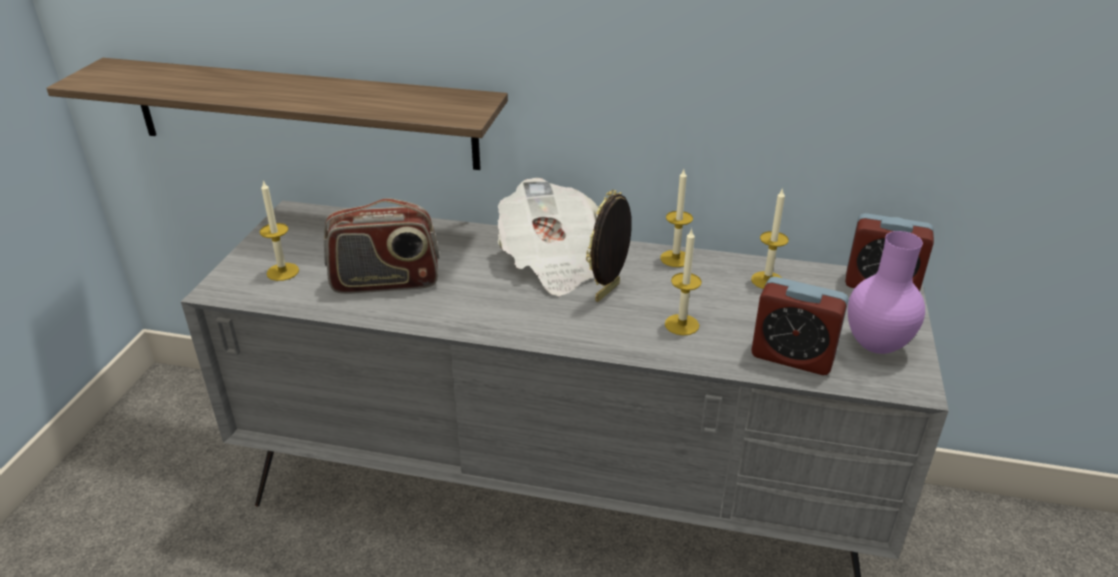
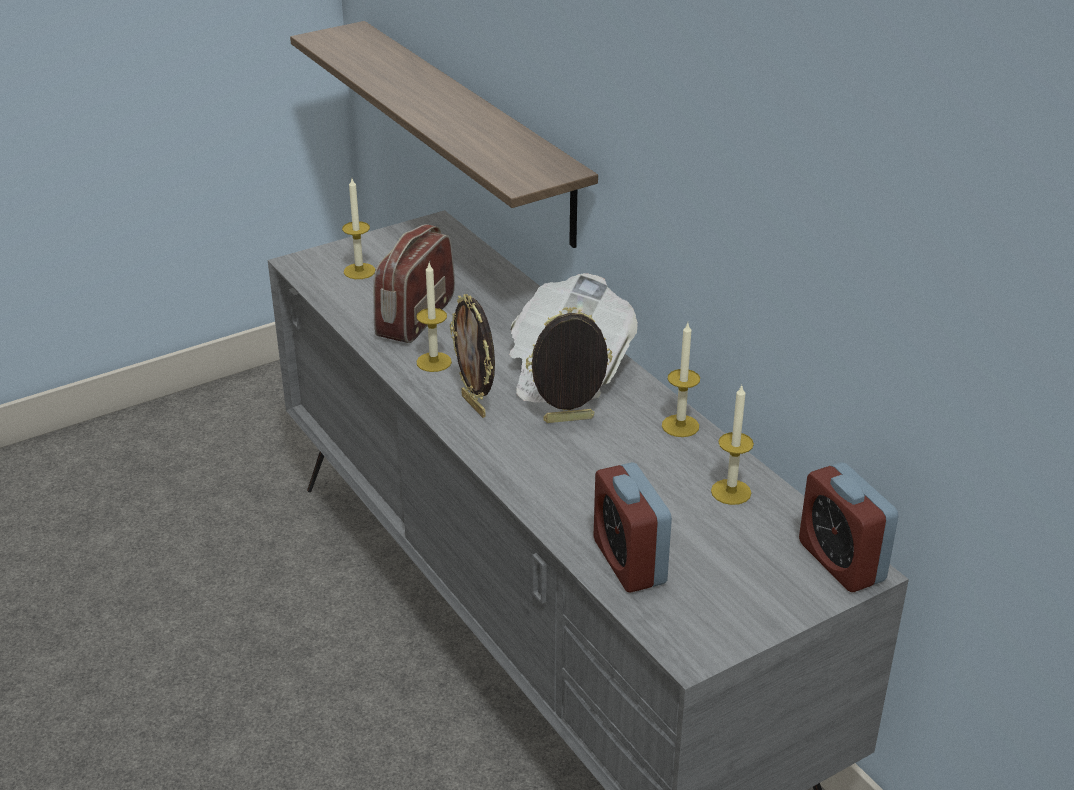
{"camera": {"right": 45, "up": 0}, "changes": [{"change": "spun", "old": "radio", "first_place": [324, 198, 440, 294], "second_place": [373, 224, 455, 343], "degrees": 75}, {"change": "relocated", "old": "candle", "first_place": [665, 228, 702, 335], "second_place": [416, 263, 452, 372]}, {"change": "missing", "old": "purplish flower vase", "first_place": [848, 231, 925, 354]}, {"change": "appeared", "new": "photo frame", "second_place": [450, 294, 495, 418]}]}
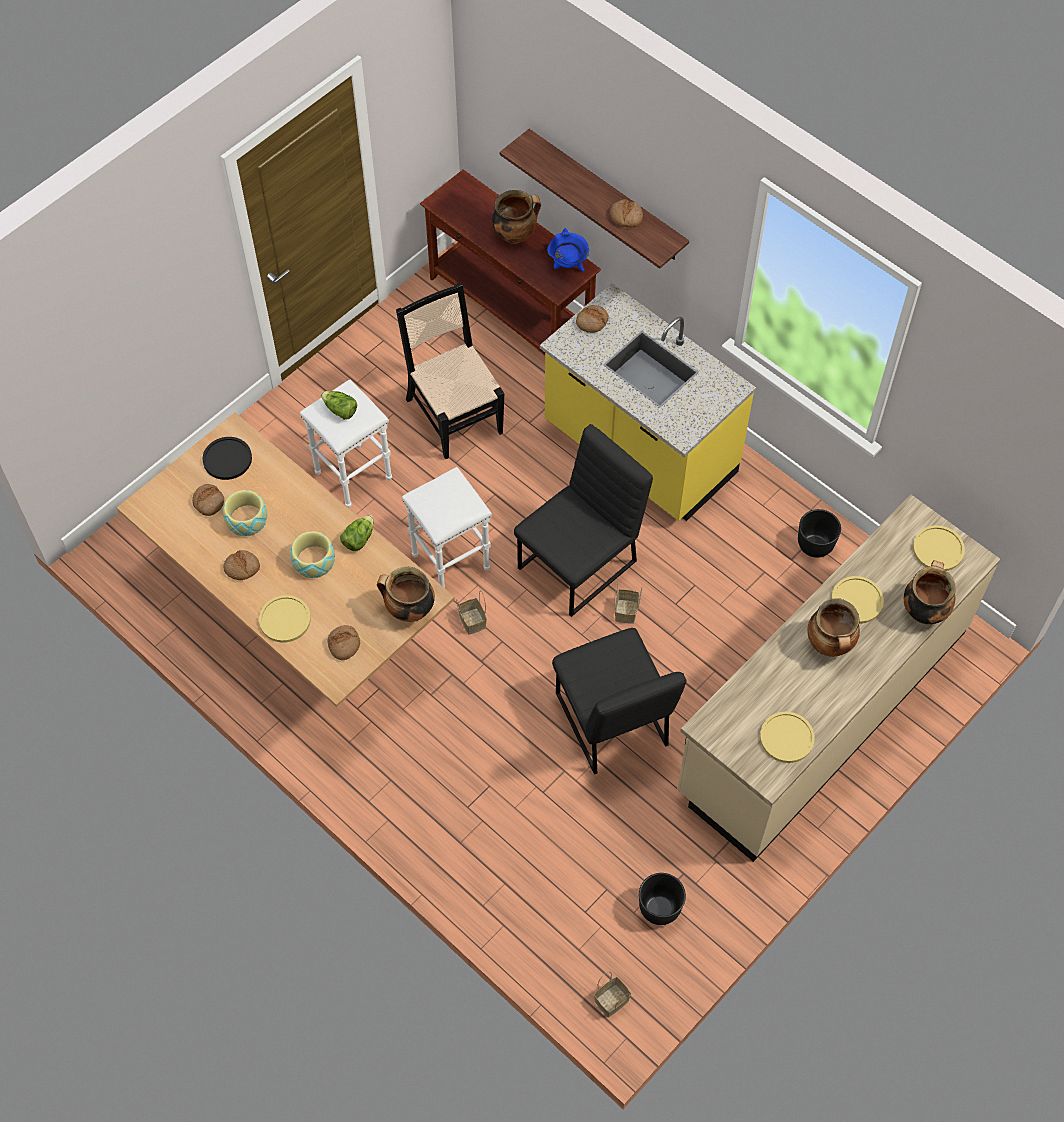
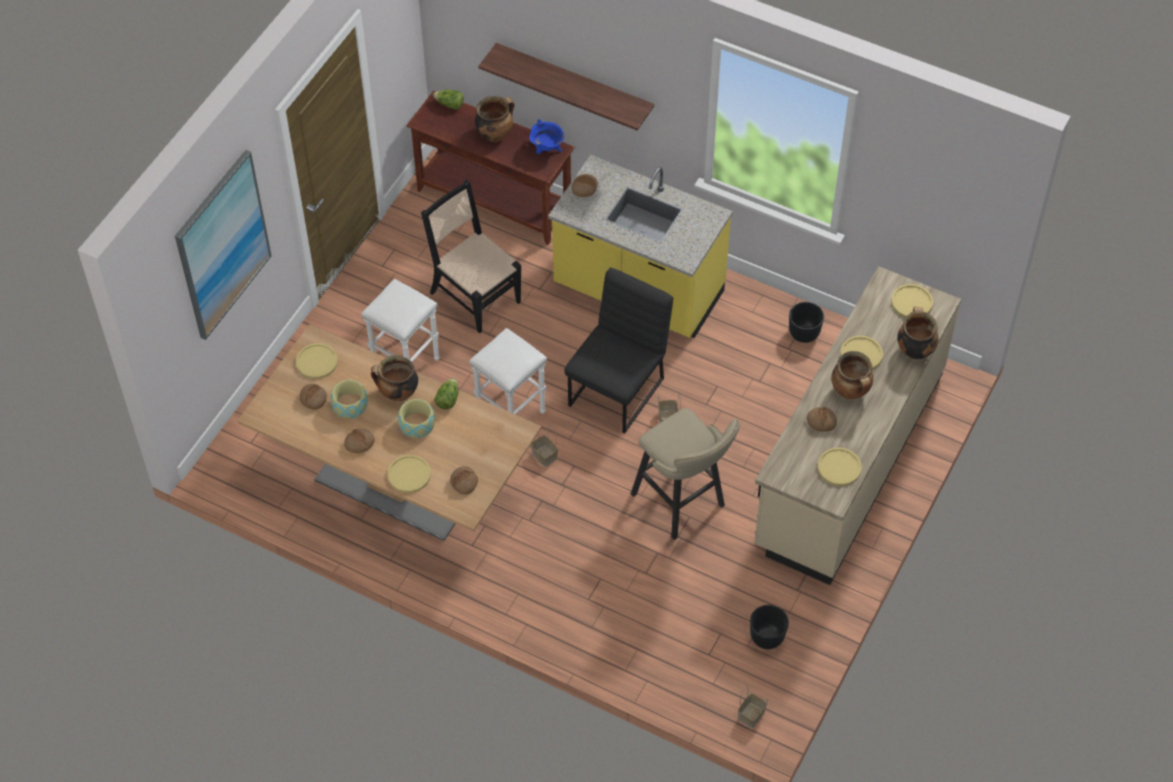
{"camera": {"right": -15, "up": -5}, "changes": [{"change": "colour", "old": "blackish flat dish", "new": "yellow flat dish", "first_place": [203, 437, 252, 480], "second_place": [296, 343, 338, 379]}, {"change": "relocated", "old": "lettuce", "first_place": [321, 391, 357, 420], "second_place": [433, 90, 464, 110]}, {"change": "relocated", "old": "cooking pot", "first_place": [377, 567, 435, 622], "second_place": [371, 355, 418, 401]}, {"change": "exchanged", "old": "blackish upright chair", "new": "sand-coloured stool seat", "first_place": [552, 628, 687, 775], "second_place": [631, 408, 740, 540]}, {"change": "relocated", "old": "baked bread", "first_place": [610, 199, 643, 227], "second_place": [807, 407, 837, 432]}, {"change": "appeared", "new": "wall picture", "second_place": [175, 150, 272, 340]}]}
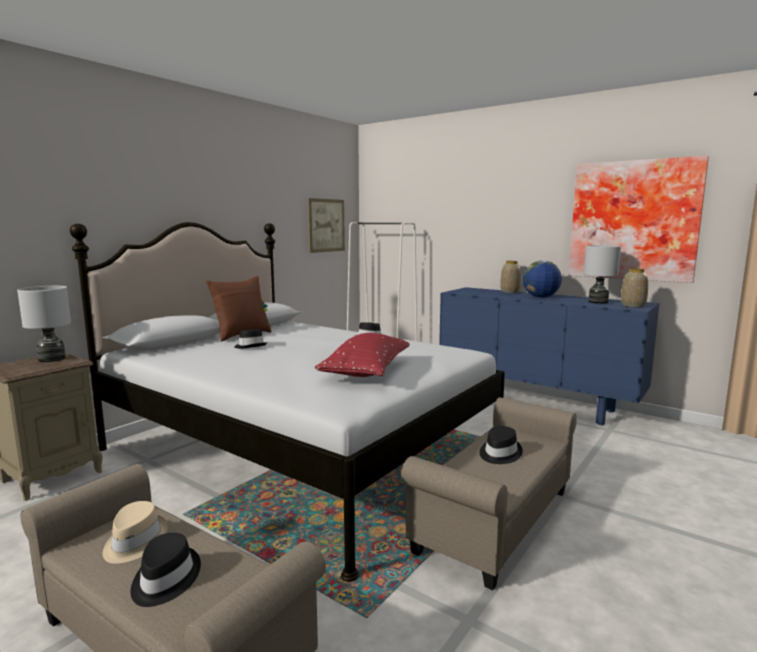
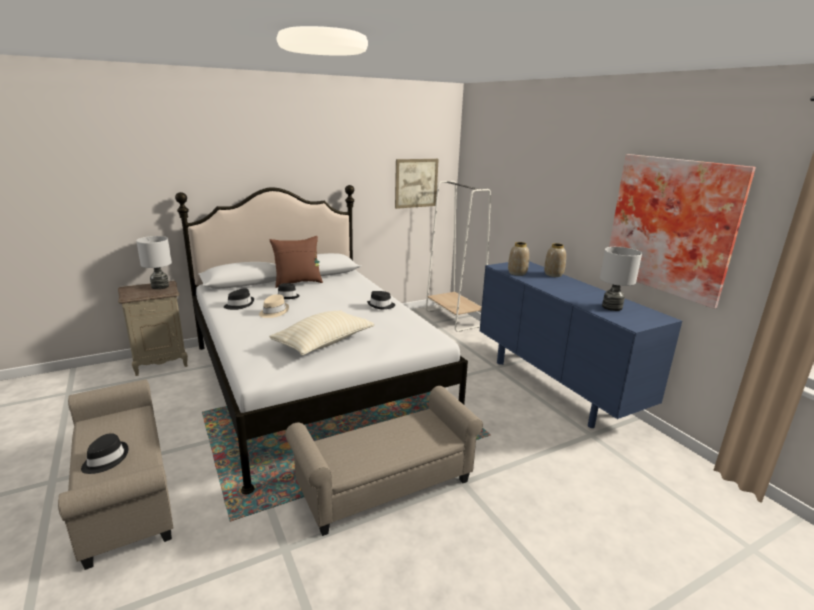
{"camera": {"right": 25, "up": 10}, "changes": [{"change": "relocated", "old": "sand-coloured hat", "first_place": [103, 501, 168, 564], "second_place": [259, 294, 289, 318]}, {"change": "colour", "old": "red-coloured cushion", "new": "sand-coloured cushion", "first_place": [315, 333, 410, 377], "second_place": [269, 310, 374, 356]}, {"change": "relocated", "old": "blackish hat", "first_place": [479, 426, 523, 464], "second_place": [224, 288, 254, 310]}, {"change": "missing", "old": "world globe", "first_place": [523, 260, 562, 298]}, {"change": "relocated", "old": "flower vase", "first_place": [621, 268, 648, 308], "second_place": [508, 242, 529, 276]}]}
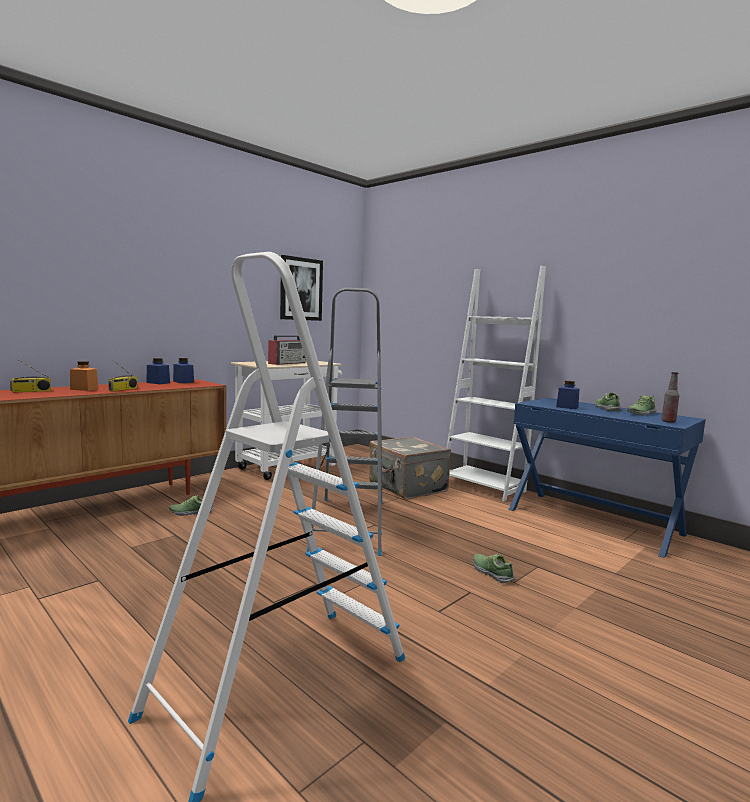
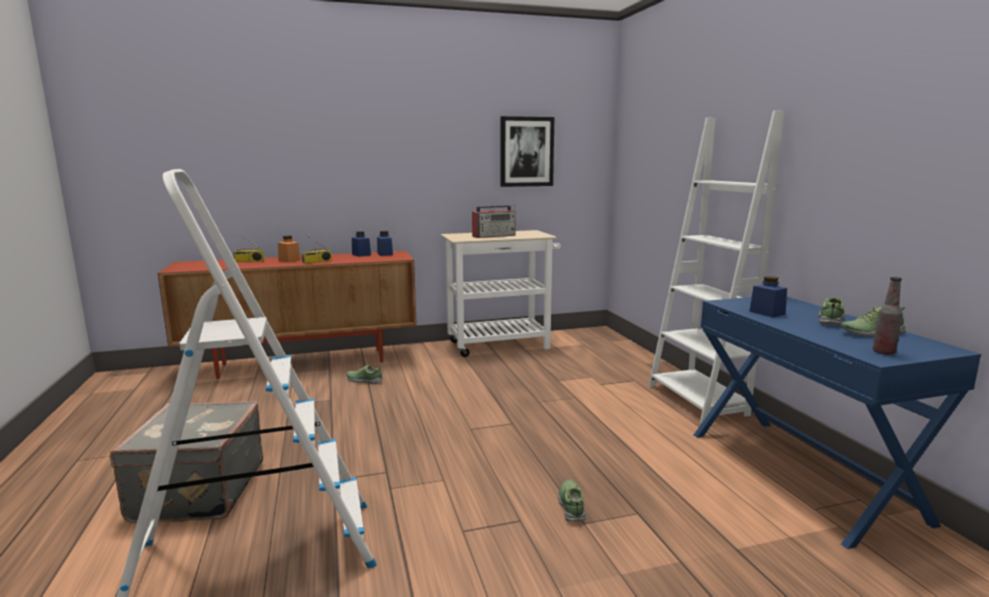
{"camera": {"right": 30, "up": 5}, "changes": [{"change": "missing", "old": "grey stepladder", "first_place": [307, 288, 383, 556]}, {"change": "relocated", "old": "grey suitcase", "first_place": [369, 436, 451, 500], "second_place": [110, 401, 263, 523]}]}
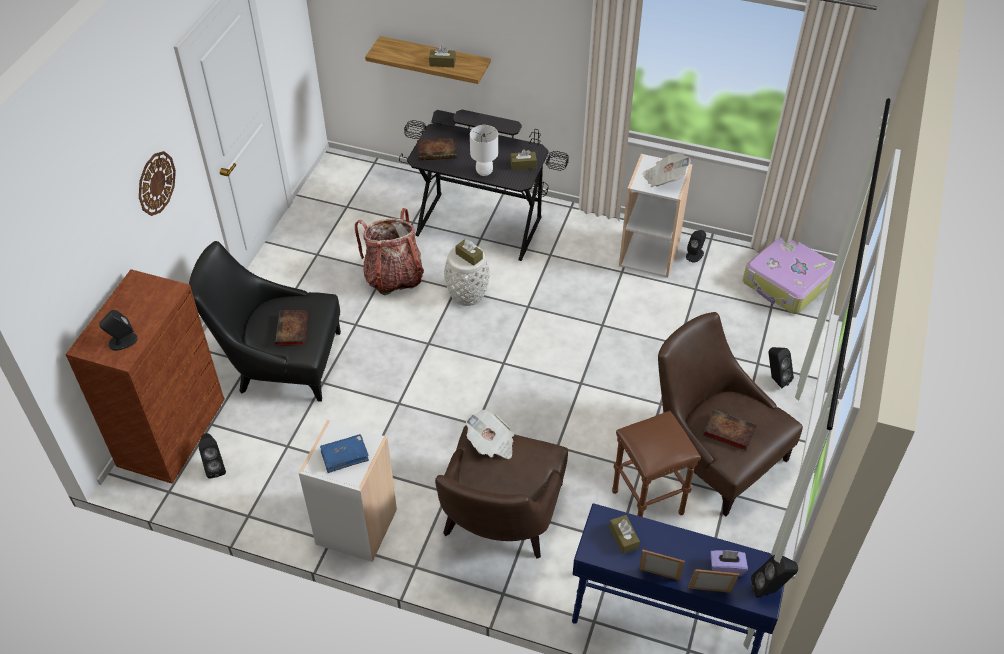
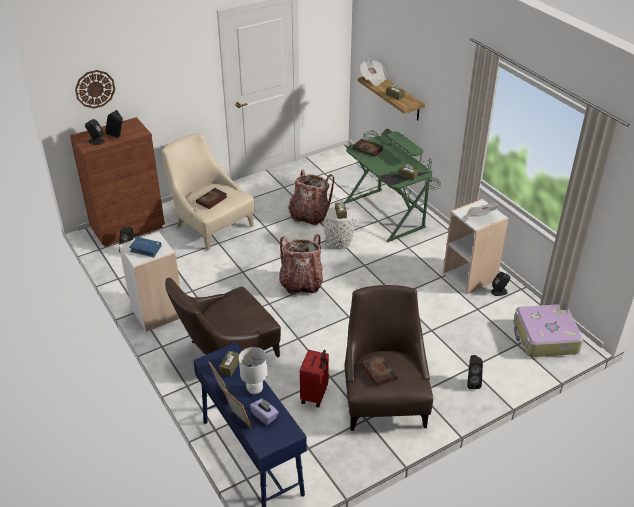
{"camera": {"right": 40, "up": -10}, "changes": [{"change": "relocated", "old": "hanging clock", "first_place": [139, 151, 176, 216], "second_place": [75, 70, 115, 109]}, {"change": "colour", "old": "blackish armchair", "new": "sand-coloured armchair", "first_place": [189, 241, 341, 402], "second_place": [162, 133, 254, 250]}, {"change": "colour", "old": "blackish desk", "new": "green desk", "first_place": [399, 110, 569, 261], "second_place": [344, 129, 441, 242]}, {"change": "relocated", "old": "daily paper", "first_place": [466, 410, 514, 459], "second_place": [360, 59, 387, 86]}, {"change": "relocated", "old": "white tabletop lamp", "first_place": [470, 125, 498, 176], "second_place": [239, 347, 267, 394]}, {"change": "exchanged", "old": "brownish stool seat", "new": "red-coloured suitcase", "first_place": [612, 411, 701, 517], "second_place": [300, 350, 329, 407]}, {"change": "relocated", "old": "blackish speaker", "first_place": [751, 555, 798, 598], "second_place": [105, 110, 123, 138]}, {"change": "appeared", "new": "rucksack", "second_place": [279, 234, 323, 294]}]}
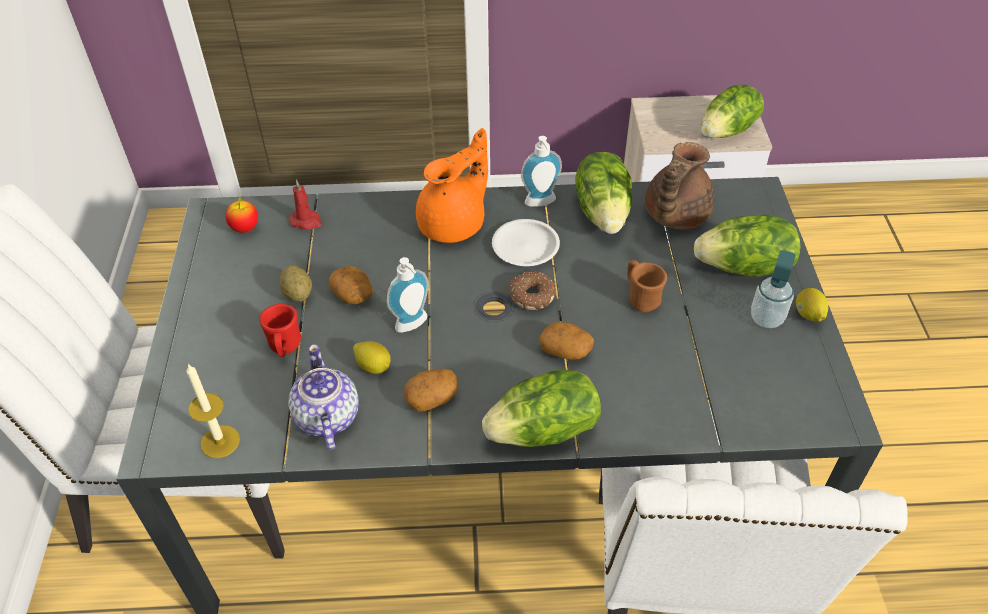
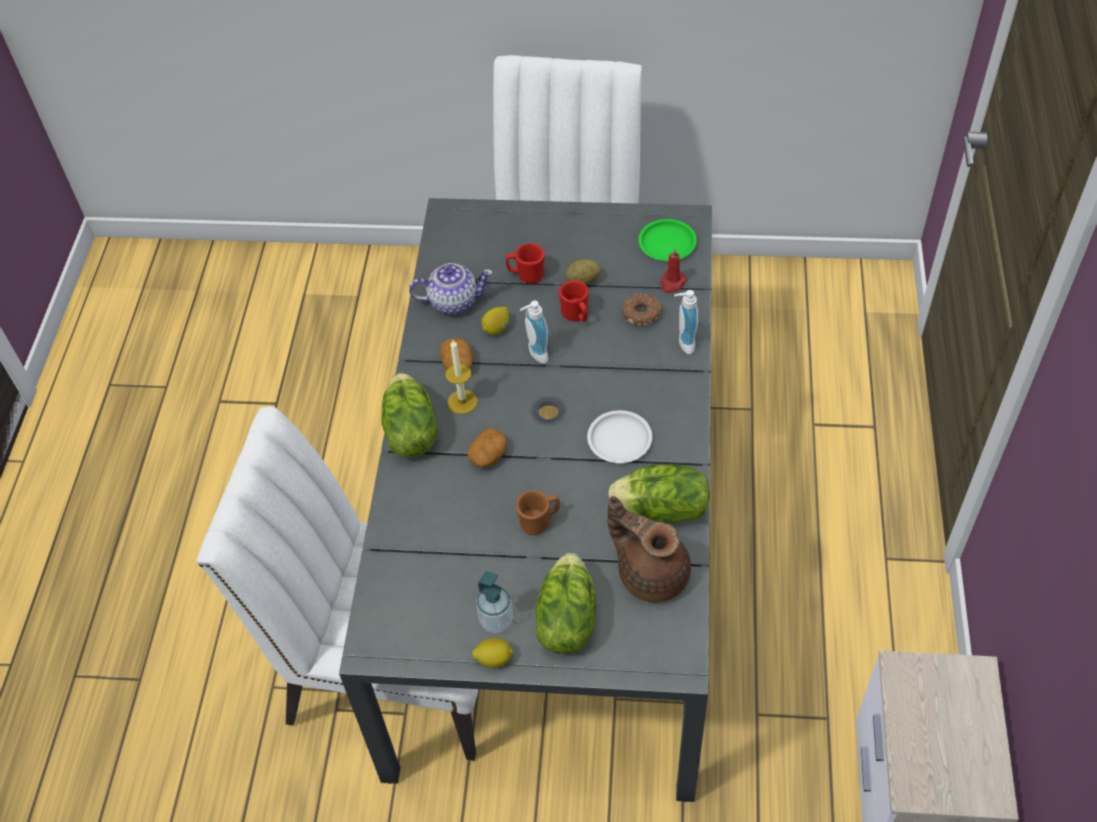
{"camera": {"right": 100, "up": 5}, "changes": [{"change": "relocated", "old": "candle", "first_place": [186, 364, 240, 458], "second_place": [445, 340, 478, 414]}, {"change": "exchanged", "old": "apple", "new": "green flat dish", "first_place": [225, 195, 258, 233], "second_place": [638, 219, 697, 261]}, {"change": "exchanged", "old": "potato", "new": "red-coloured mug", "first_place": [328, 266, 373, 304], "second_place": [558, 281, 589, 322]}, {"change": "missing", "old": "orange tea pot", "first_place": [416, 128, 488, 243]}, {"change": "relocated", "old": "donut", "first_place": [510, 272, 556, 310], "second_place": [622, 293, 662, 326]}, {"change": "relocated", "old": "soap bottle", "first_place": [521, 136, 562, 207], "second_place": [674, 290, 698, 354]}, {"change": "missing", "old": "lettuce", "first_place": [701, 85, 764, 138]}]}
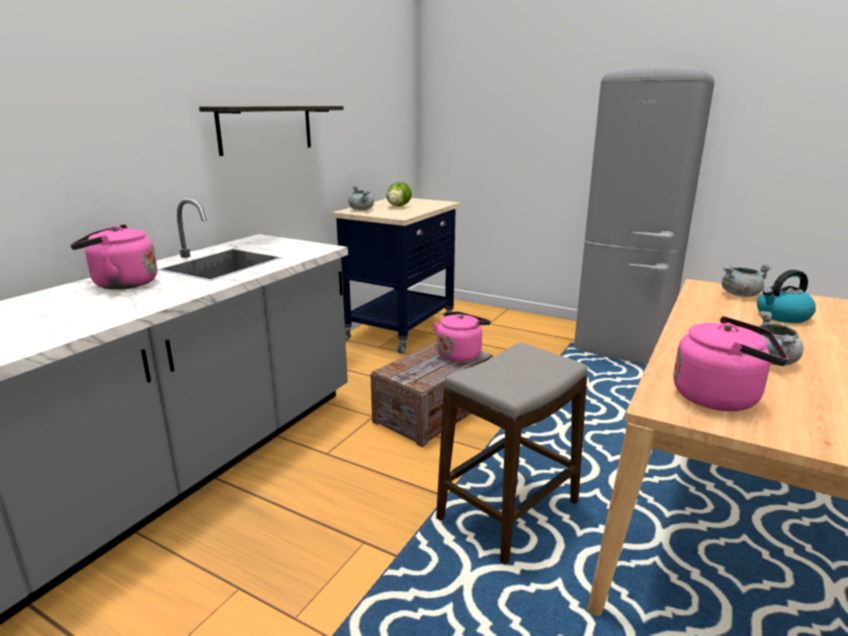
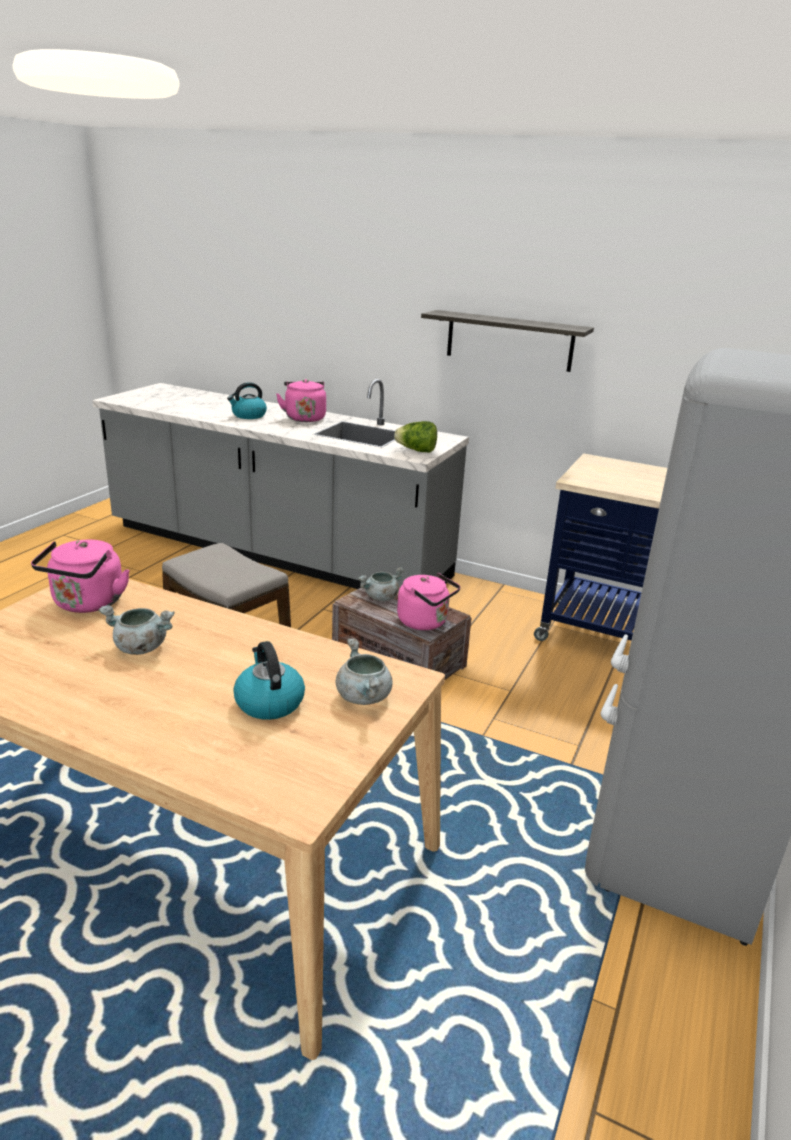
{"camera": {"right": 85, "up": 5}, "changes": [{"change": "relocated", "old": "grey cooking pot", "first_place": [348, 186, 374, 210], "second_place": [358, 567, 404, 601]}, {"change": "relocated", "old": "lettuce", "first_place": [386, 182, 412, 206], "second_place": [394, 421, 437, 453]}, {"change": "appeared", "new": "tea kettle", "second_place": [227, 382, 267, 419]}]}
